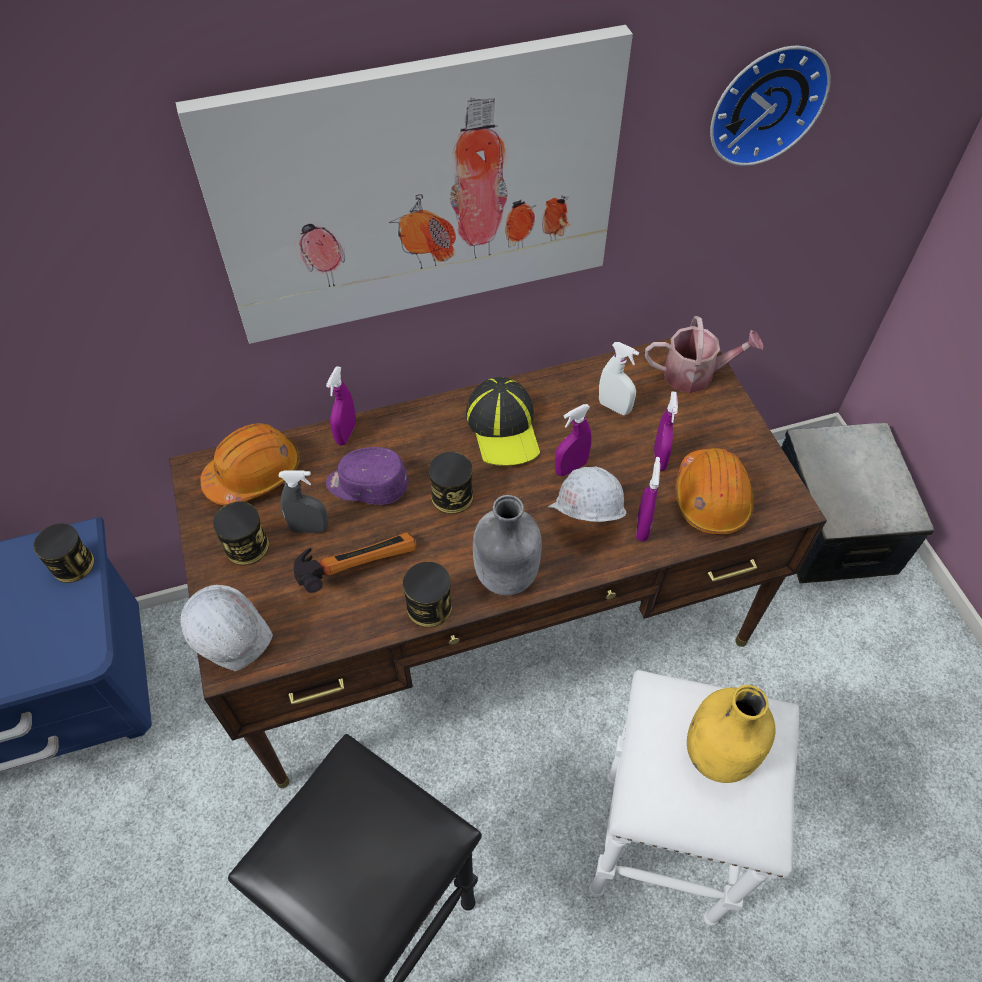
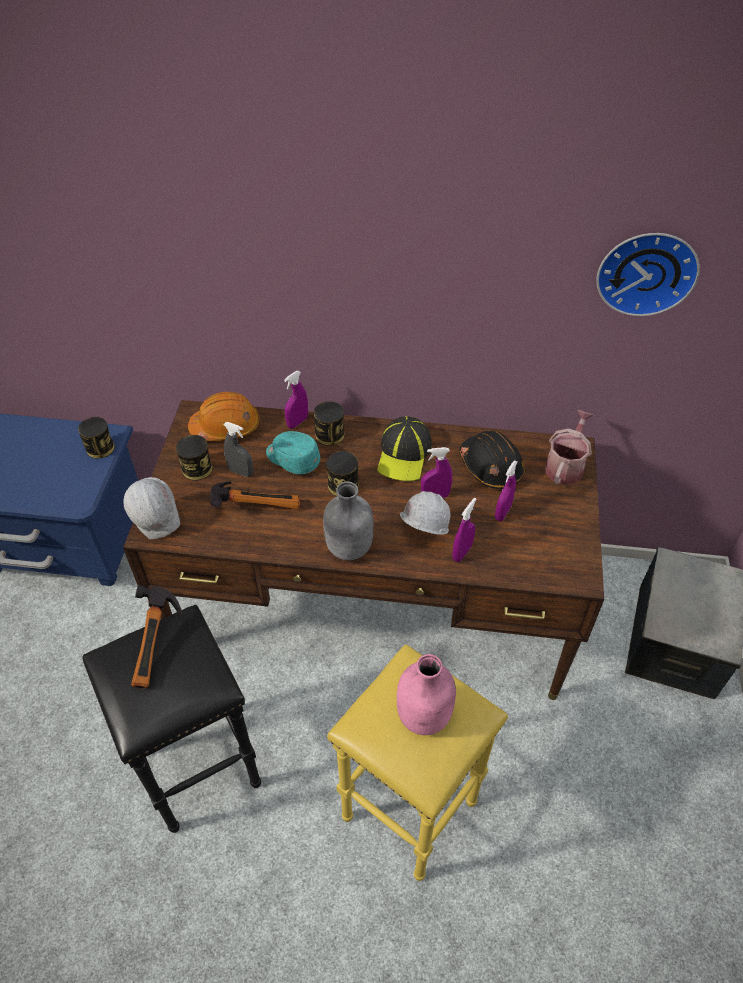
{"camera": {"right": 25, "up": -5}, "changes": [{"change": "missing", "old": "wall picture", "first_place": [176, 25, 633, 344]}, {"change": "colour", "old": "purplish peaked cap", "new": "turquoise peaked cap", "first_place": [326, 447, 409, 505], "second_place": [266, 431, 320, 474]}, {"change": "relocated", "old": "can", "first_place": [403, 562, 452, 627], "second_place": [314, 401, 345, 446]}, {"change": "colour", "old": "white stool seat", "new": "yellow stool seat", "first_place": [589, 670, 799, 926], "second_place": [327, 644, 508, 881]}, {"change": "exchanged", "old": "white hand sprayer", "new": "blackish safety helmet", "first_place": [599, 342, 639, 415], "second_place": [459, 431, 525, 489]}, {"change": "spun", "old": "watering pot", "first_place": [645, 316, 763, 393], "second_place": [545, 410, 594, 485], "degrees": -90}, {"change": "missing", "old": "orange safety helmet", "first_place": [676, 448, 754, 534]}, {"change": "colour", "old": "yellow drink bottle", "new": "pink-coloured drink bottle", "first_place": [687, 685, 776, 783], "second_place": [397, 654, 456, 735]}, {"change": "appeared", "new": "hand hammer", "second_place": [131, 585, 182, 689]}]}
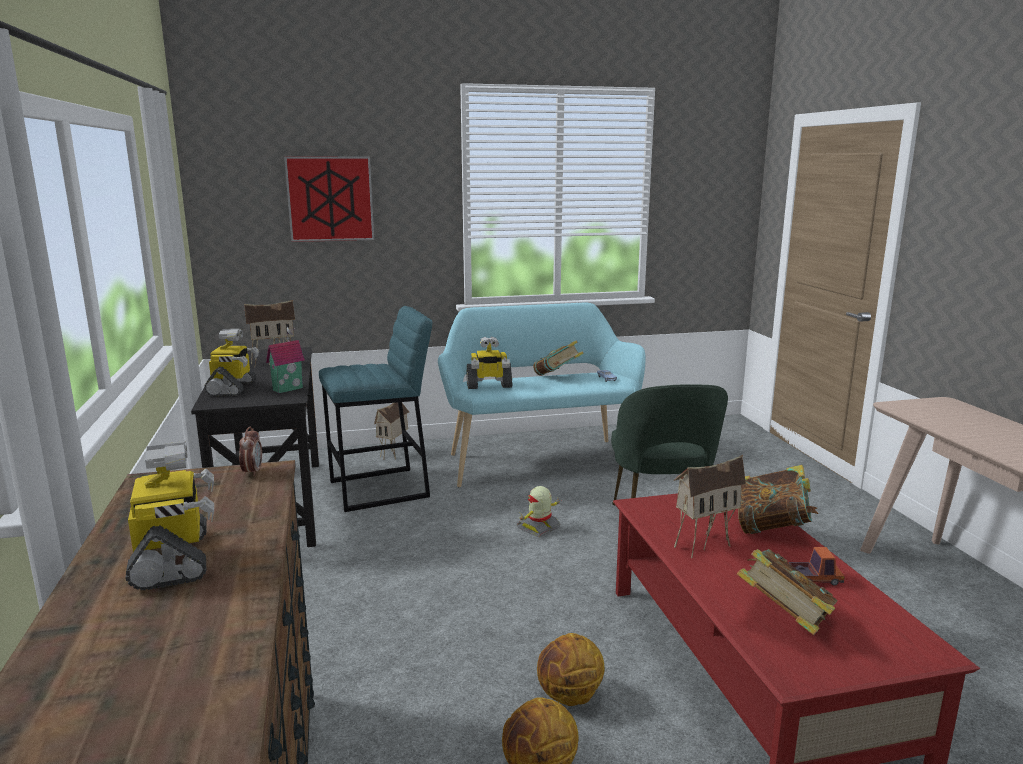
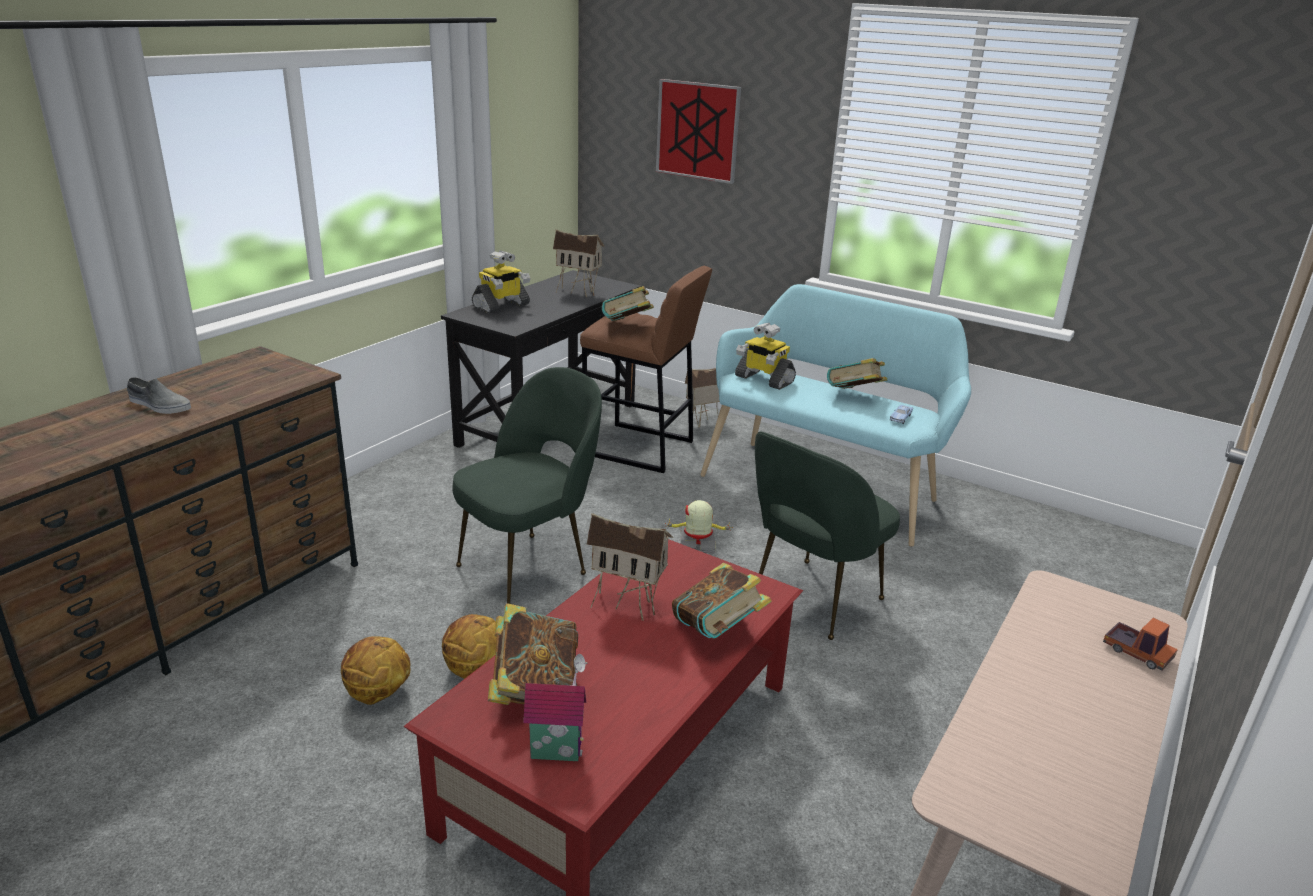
{"camera": {"right": 45, "up": 10}, "changes": [{"change": "exchanged", "old": "model robot", "new": "grey item of footwear", "first_place": [125, 441, 214, 590], "second_place": [127, 377, 191, 414]}, {"change": "missing", "old": "alarm clock", "first_place": [239, 427, 262, 477]}, {"change": "relocated", "old": "model house", "first_place": [266, 327, 305, 393], "second_place": [523, 654, 587, 761]}, {"change": "colour", "old": "turquoise stool seat", "new": "brownish stool seat", "first_place": [319, 306, 432, 512], "second_place": [580, 266, 712, 473]}, {"change": "relocated", "old": "model truck", "first_place": [788, 547, 845, 586], "second_place": [1103, 618, 1178, 671]}, {"change": "appeared", "new": "green upright chair", "second_place": [452, 367, 602, 604]}, {"change": "appeared", "new": "book", "second_place": [602, 286, 654, 321]}]}
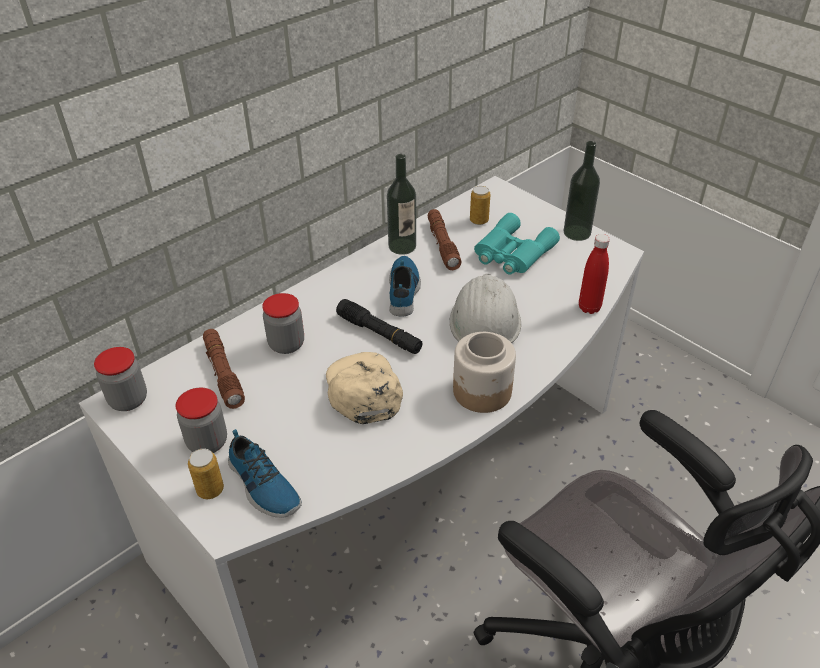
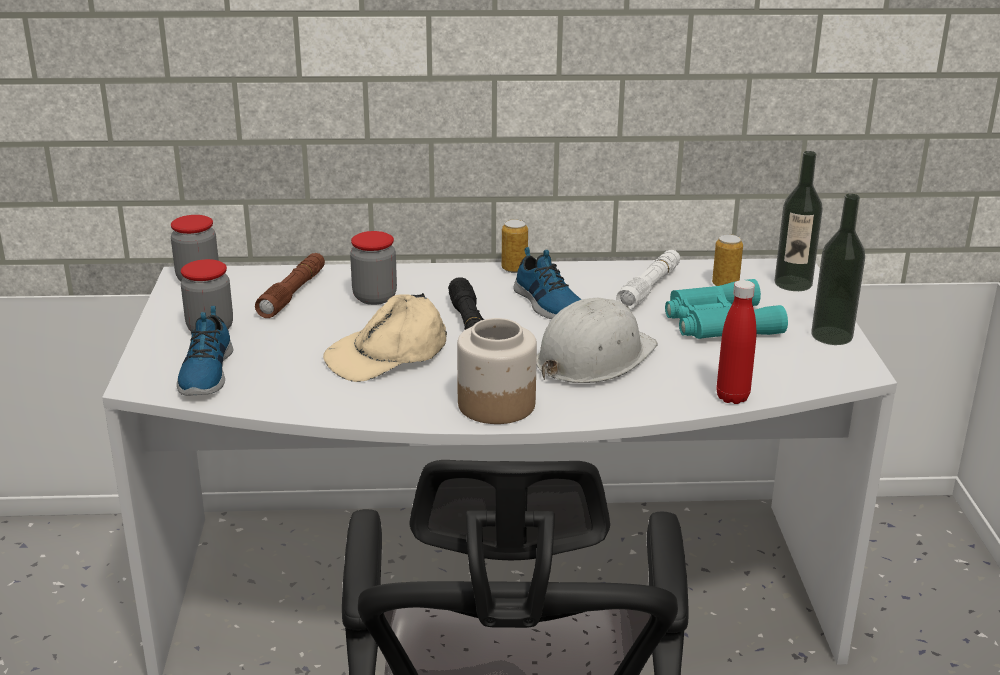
{"camera": {"right": 40, "up": -15}, "changes": [{"change": "relocated", "old": "can", "first_place": [188, 448, 224, 499], "second_place": [502, 219, 528, 273]}, {"change": "spun", "old": "sand-coloured peaked cap", "first_place": [326, 352, 403, 424], "second_place": [323, 293, 447, 382], "degrees": -150}, {"change": "relocated", "old": "drink bottle", "first_place": [387, 154, 416, 255], "second_place": [774, 151, 823, 291]}, {"change": "spun", "old": "item of footwear", "first_place": [389, 256, 421, 317], "second_place": [513, 247, 581, 319], "degrees": 105}, {"change": "colour", "old": "brownish flashlight", "new": "white flashlight", "first_place": [428, 209, 462, 270], "second_place": [616, 250, 680, 310]}]}
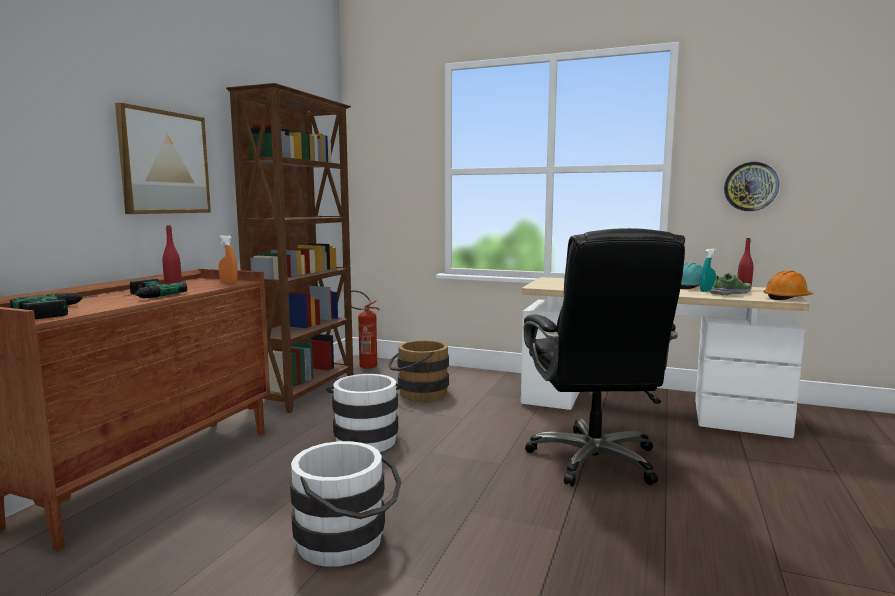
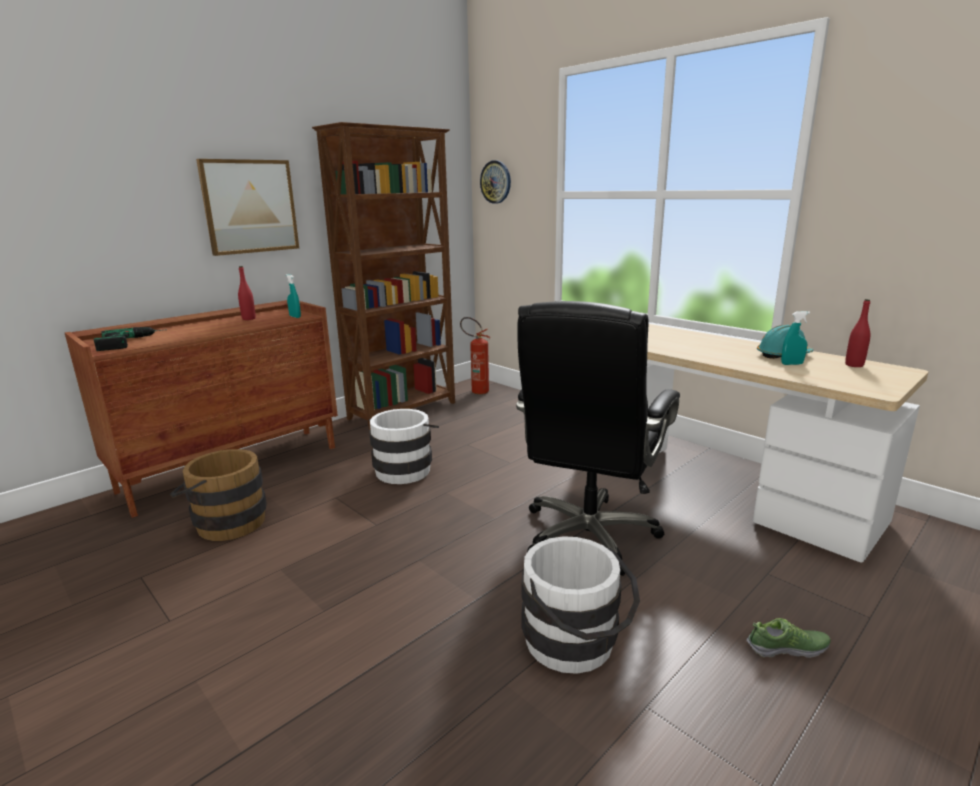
{"camera": {"right": 25, "up": 10}, "changes": [{"change": "missing", "old": "drill", "first_place": [124, 278, 187, 298]}, {"change": "colour", "old": "orange hand sprayer", "new": "turquoise hand sprayer", "first_place": [219, 235, 238, 284], "second_place": [286, 274, 301, 318]}, {"change": "relocated", "old": "white bucket", "first_place": [290, 441, 402, 567], "second_place": [522, 536, 640, 674]}, {"change": "relocated", "old": "brownish bucket", "first_place": [388, 340, 449, 402], "second_place": [170, 449, 267, 541]}, {"change": "relocated", "old": "item of footwear", "first_place": [710, 273, 751, 296], "second_place": [746, 618, 831, 658]}, {"change": "relocated", "old": "hanging clock", "first_place": [724, 162, 779, 211], "second_place": [480, 160, 511, 204]}, {"change": "missing", "old": "orange safety helmet", "first_place": [763, 270, 813, 300]}]}
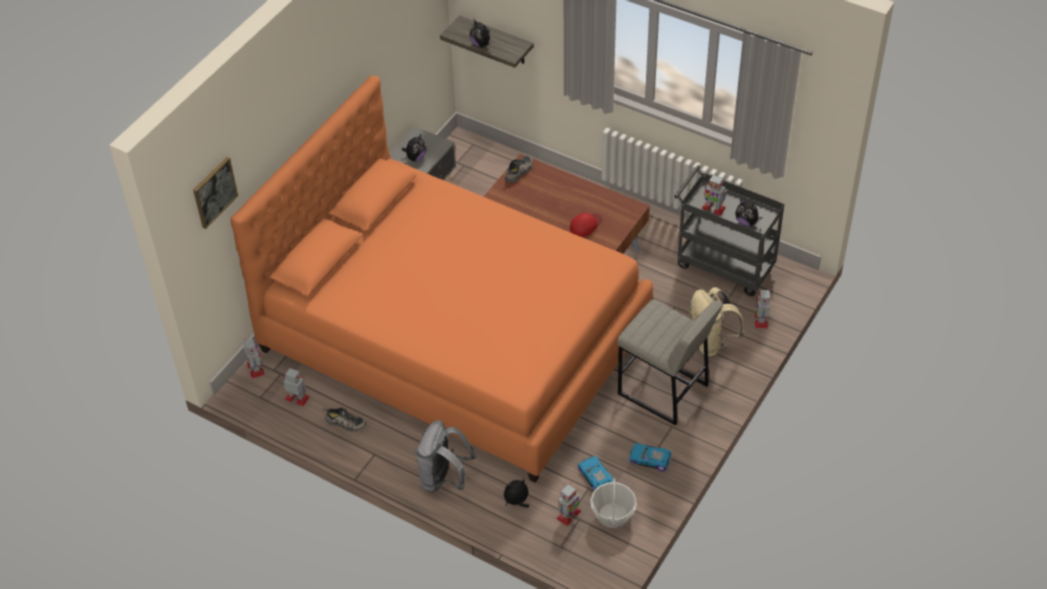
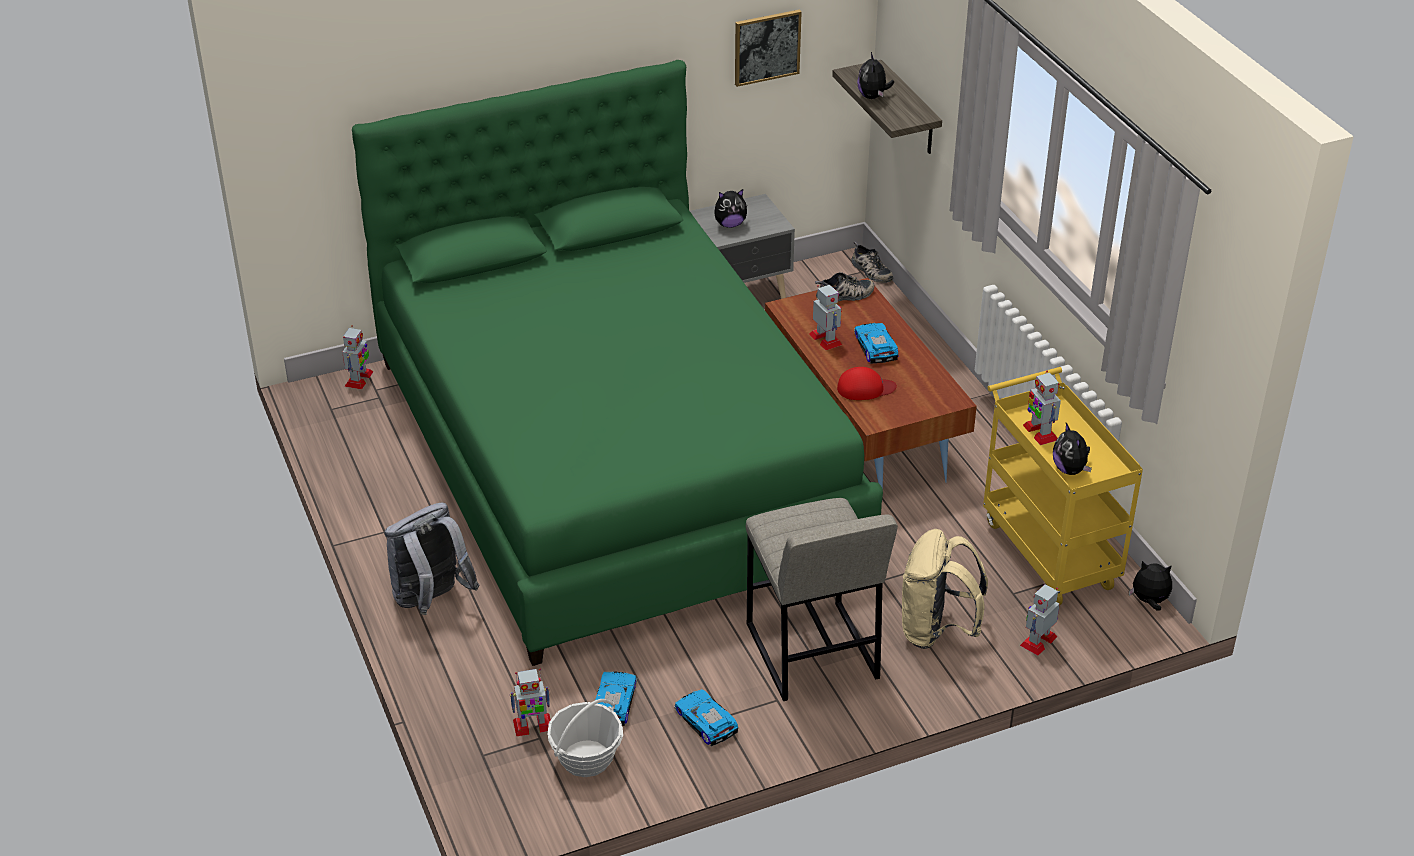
{"camera": {"right": 35, "up": -10}, "changes": [{"change": "relocated", "old": "wall picture", "first_place": [193, 157, 238, 229], "second_place": [735, 10, 802, 87]}, {"change": "colour", "old": "orange sleeping bed", "new": "green sleeping bed", "first_place": [230, 75, 653, 483], "second_place": [352, 60, 883, 666]}, {"change": "relocated", "old": "model robot", "first_place": [283, 368, 310, 406], "second_place": [809, 285, 842, 350]}, {"change": "relocated", "old": "item of footwear", "first_place": [323, 408, 366, 431], "second_place": [851, 242, 893, 283]}, {"change": "relocated", "old": "cuddly toy", "first_place": [504, 479, 529, 508], "second_place": [1129, 561, 1172, 611]}, {"change": "colour", "old": "grey cart", "new": "yellow cart", "first_place": [674, 165, 784, 296], "second_place": [983, 367, 1143, 605]}, {"change": "appeared", "new": "model car", "second_place": [854, 323, 898, 364]}]}
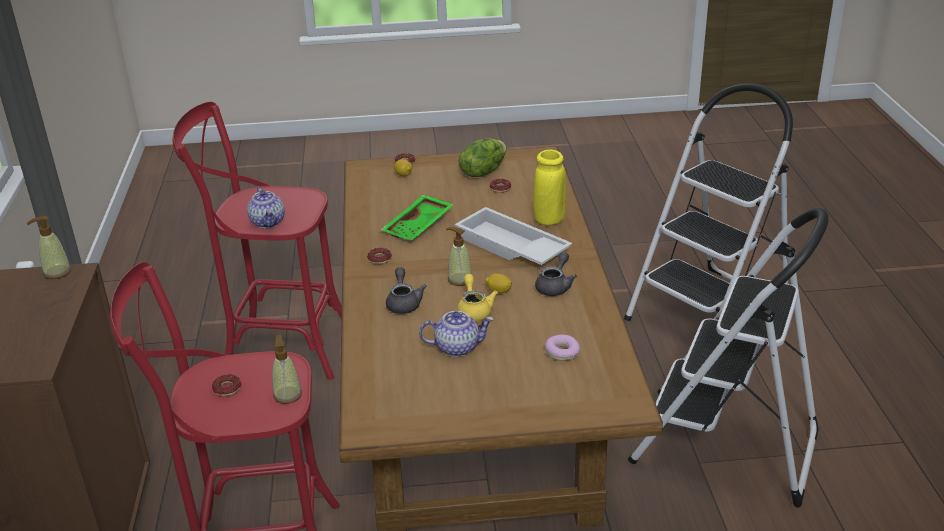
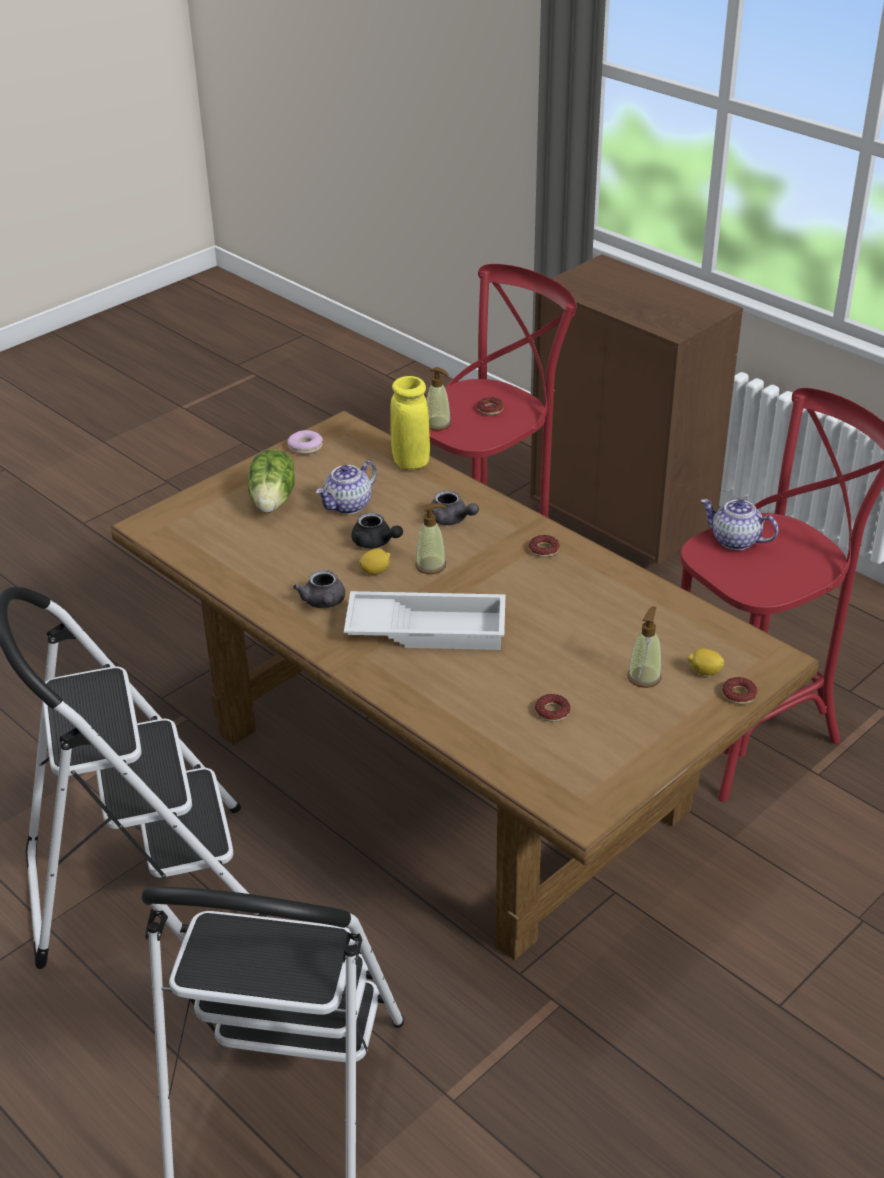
{"camera": {"right": 140, "up": 5}, "changes": [{"change": "relocated", "old": "soap bottle", "first_place": [27, 216, 71, 279], "second_place": [627, 606, 662, 688]}, {"change": "missing", "old": "green carrying tray", "first_place": [381, 195, 454, 240]}, {"change": "colour", "old": "yellow tea pot", "new": "blackish tea pot", "first_place": [457, 274, 498, 321], "second_place": [351, 513, 403, 549]}, {"change": "relocated", "old": "lettuce", "first_place": [459, 138, 507, 177], "second_place": [248, 449, 295, 513]}, {"change": "relocated", "old": "yellow flower vase", "first_place": [533, 150, 566, 225], "second_place": [390, 376, 430, 469]}, {"change": "relocated", "old": "donut", "first_place": [545, 334, 580, 361], "second_place": [287, 430, 323, 454]}]}
